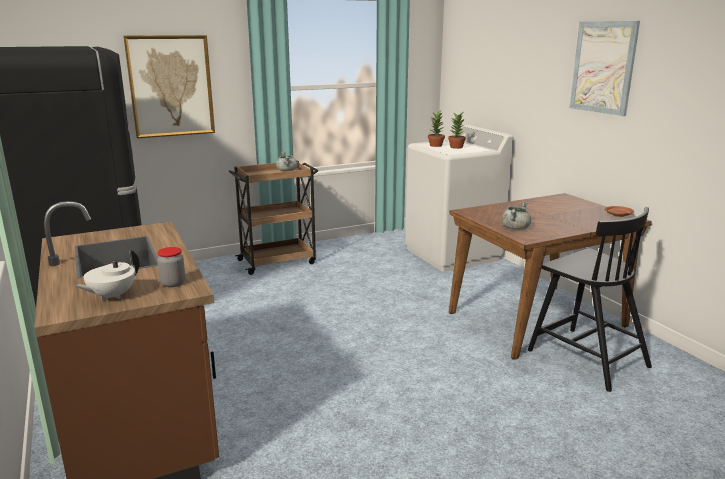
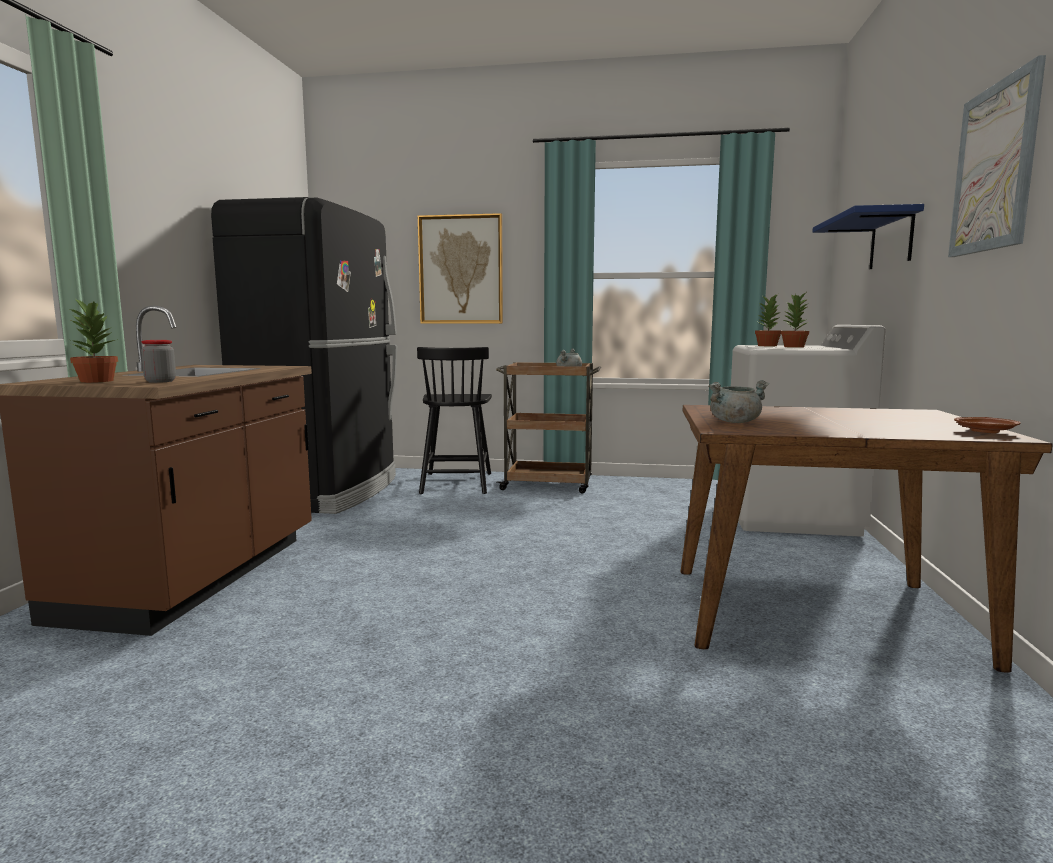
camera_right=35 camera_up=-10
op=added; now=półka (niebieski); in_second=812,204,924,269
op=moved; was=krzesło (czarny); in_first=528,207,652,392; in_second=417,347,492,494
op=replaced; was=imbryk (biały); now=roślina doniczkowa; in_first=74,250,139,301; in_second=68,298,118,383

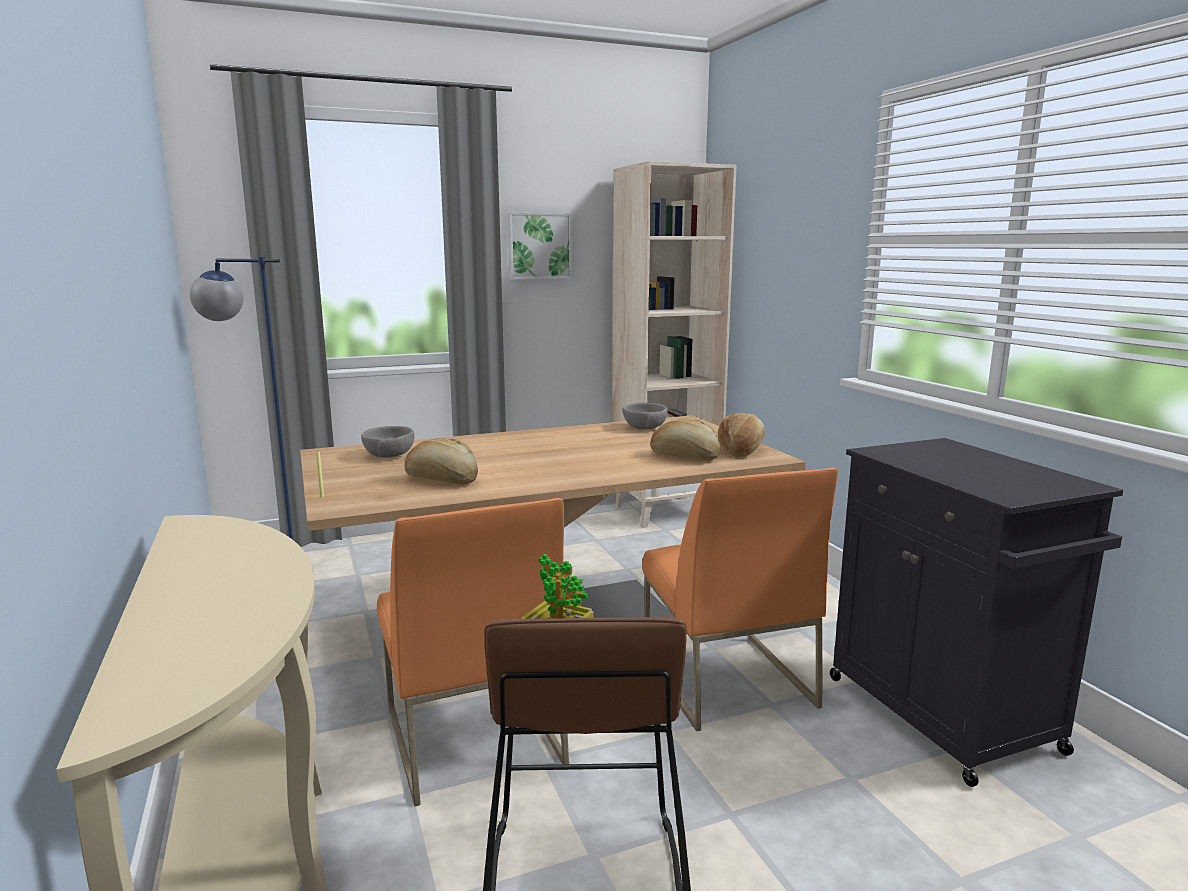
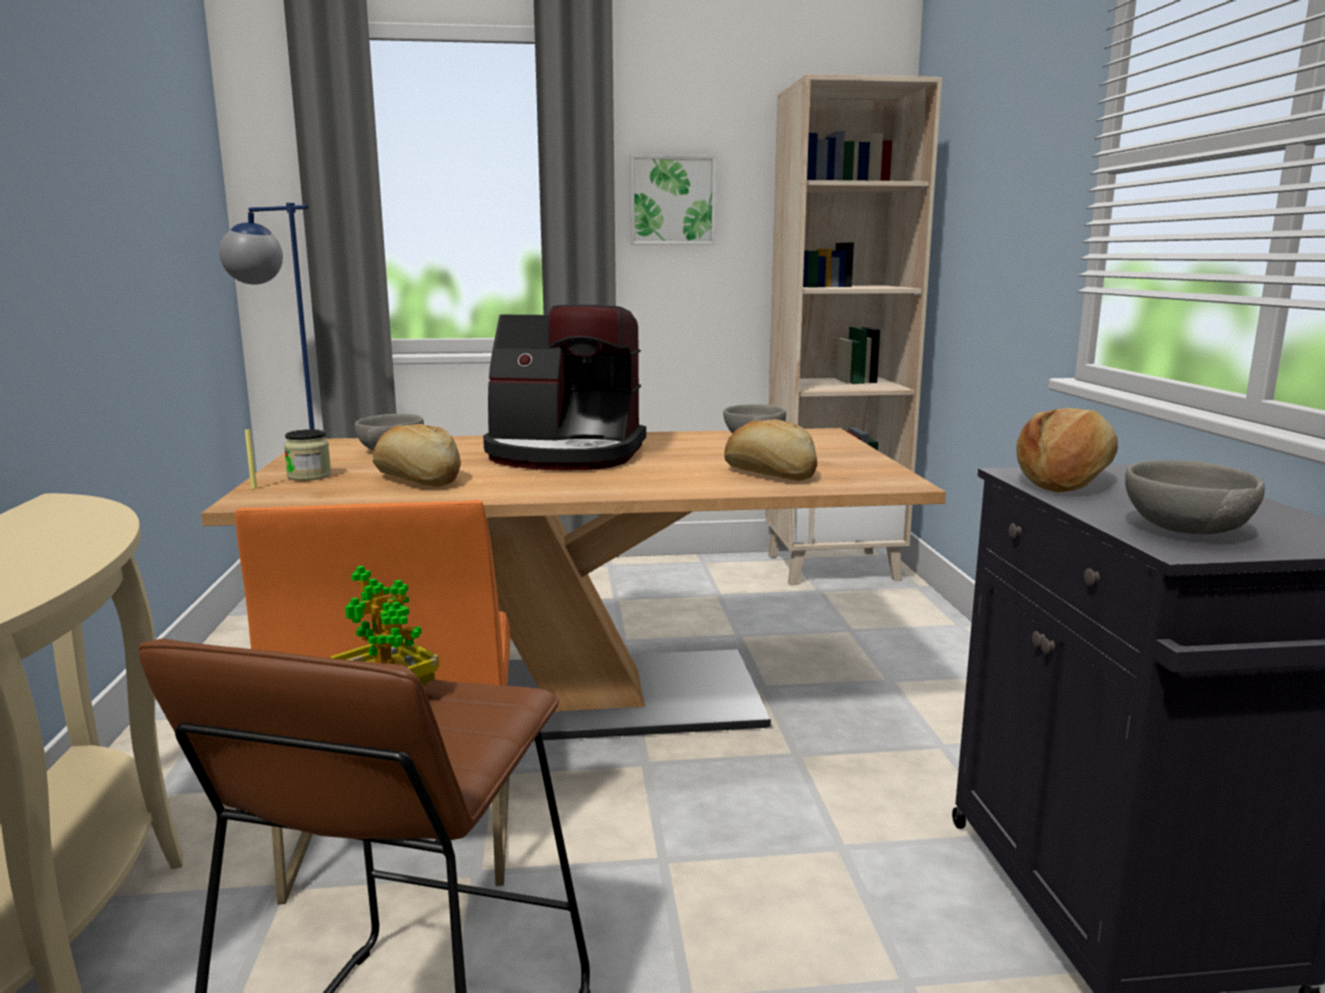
camera_right=15 camera_up=0
op=removed; was=krzesło (pomarańczowy); in_first=642,468,838,731
op=added; now=słoik; in_second=284,429,331,481
op=added; now=ekspres do kawy; in_second=483,304,646,470
op=added; now=miska (szary); in_second=1125,460,1265,534
op=moved; was=chleb; in_first=718,413,765,457; in_second=1016,408,1118,493

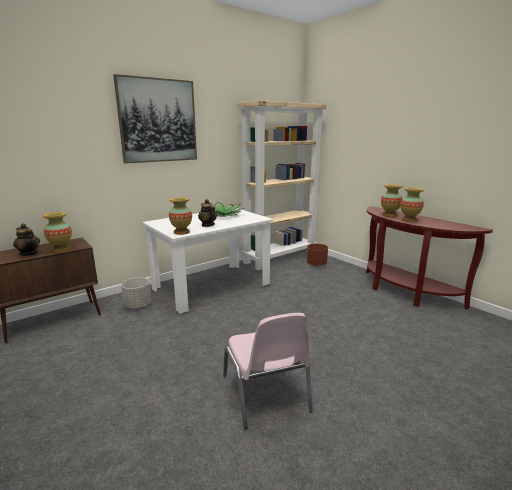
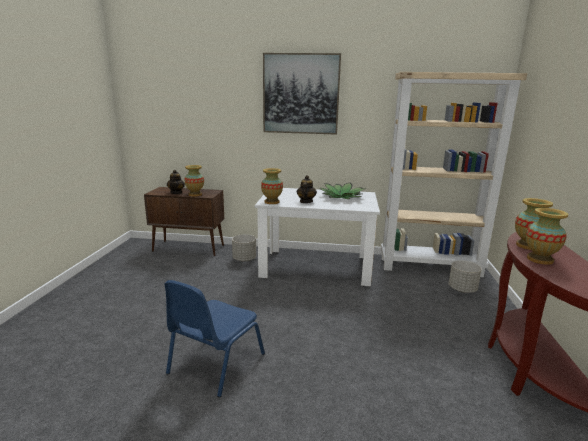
camera_right=45 camera_up=0
op=recoloured; was=krzesło (różowy); now=krzesło (niebieski); in_first=223,313,313,429; in_second=164,280,265,397
op=recoloured; was=donica (brązowy); now=donica (szary); in_first=307,244,328,266; in_second=449,260,482,293

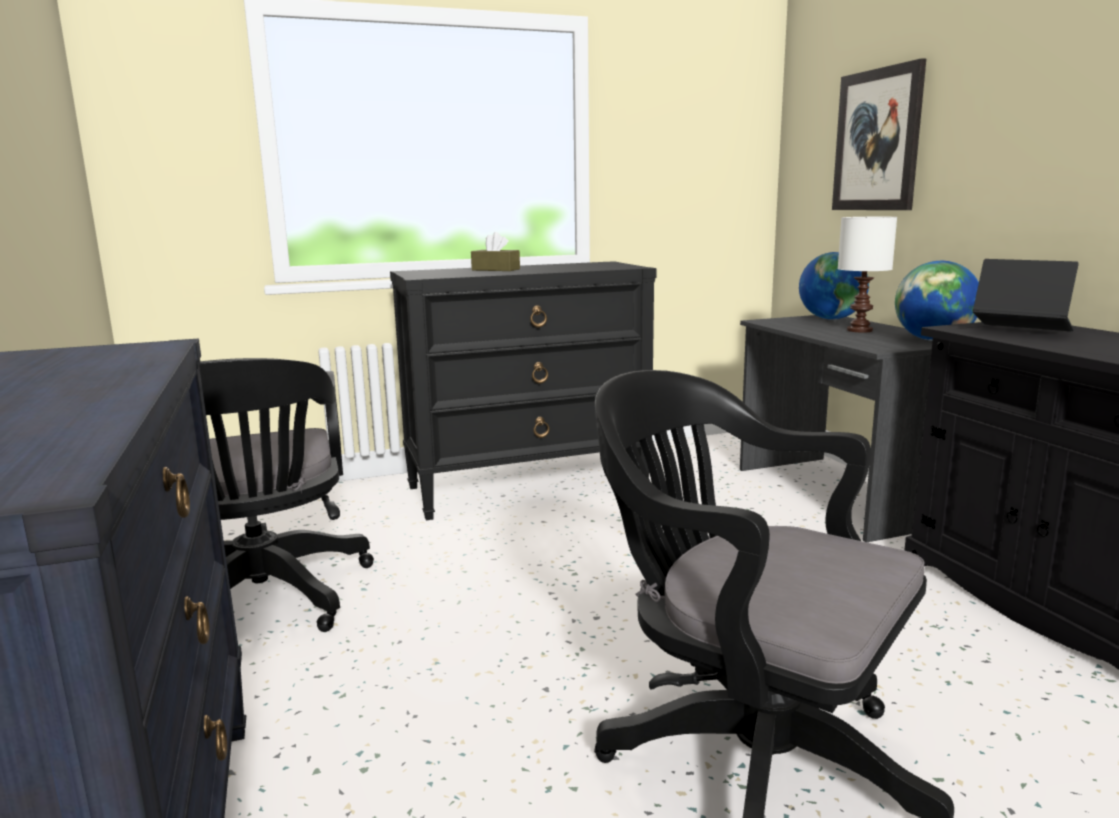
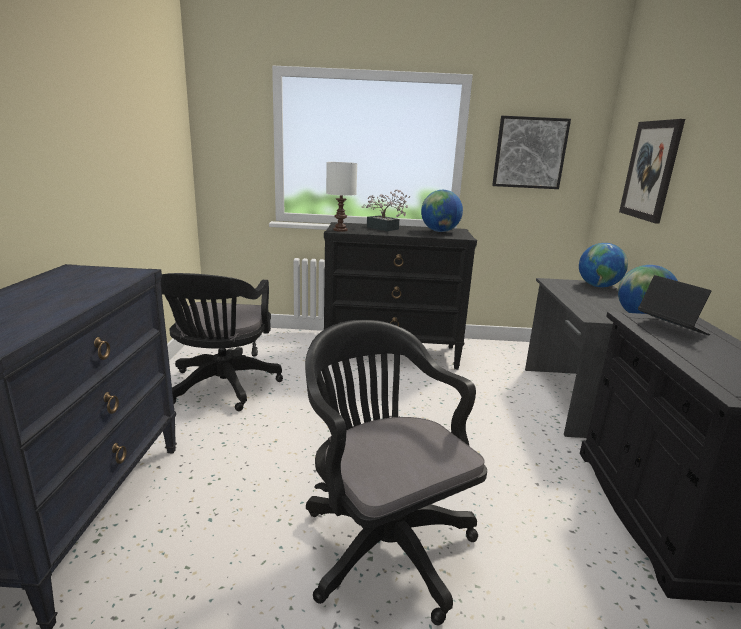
camera_right=20 camera_up=5
op=added; now=globus; in_second=421,190,463,232
op=added; now=obraz; in_second=492,116,571,189
op=moved; was=lampa stołowa (biały); in_first=838,217,897,333; in_second=326,162,357,232
op=replaced; was=pudełko chusteczek (brązowy); now=roślina doniczkowa; in_first=471,232,520,271; in_second=362,190,410,231

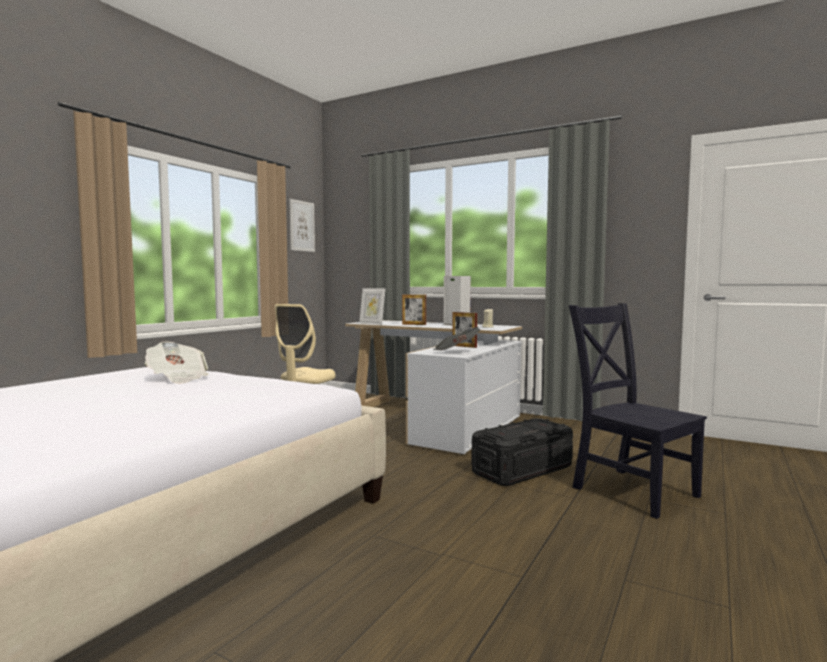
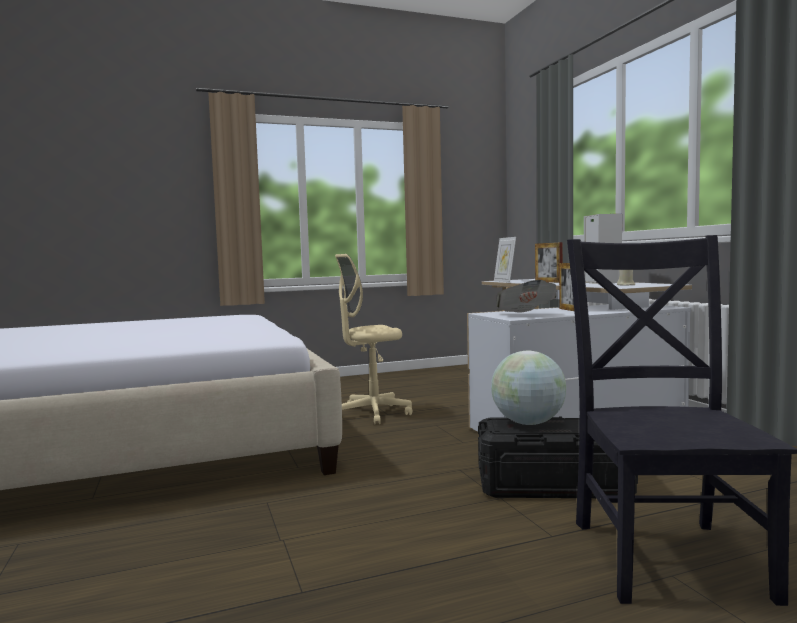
camera_right=40 camera_up=0
op=removed; was=gazeta; in_first=145,342,209,384
op=removed; was=obraz; in_first=289,199,315,252
op=added; now=globus; in_second=491,351,566,425

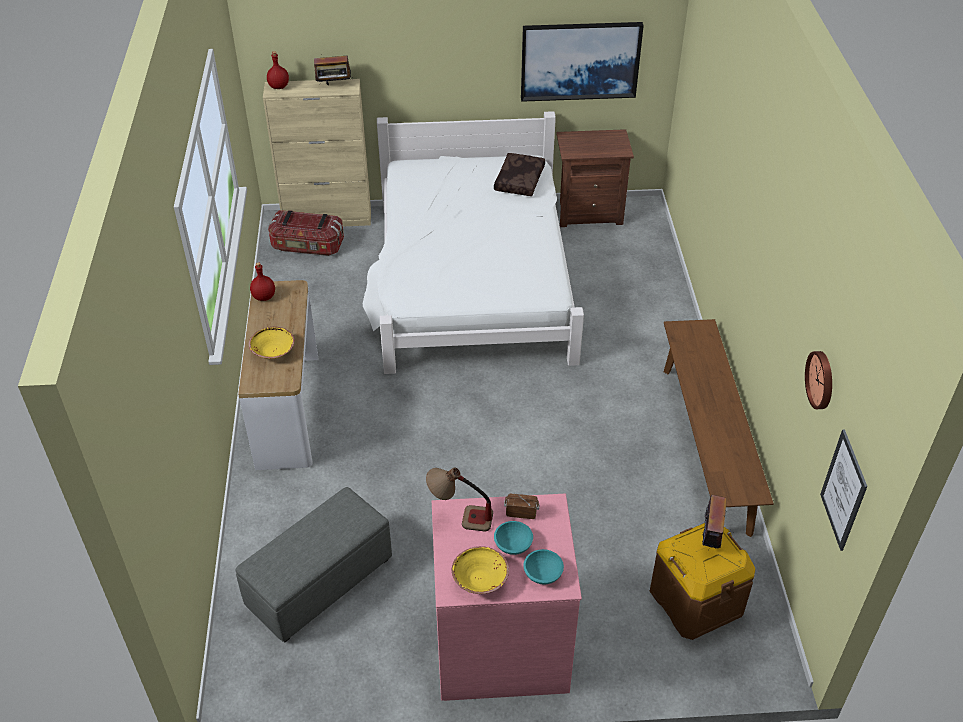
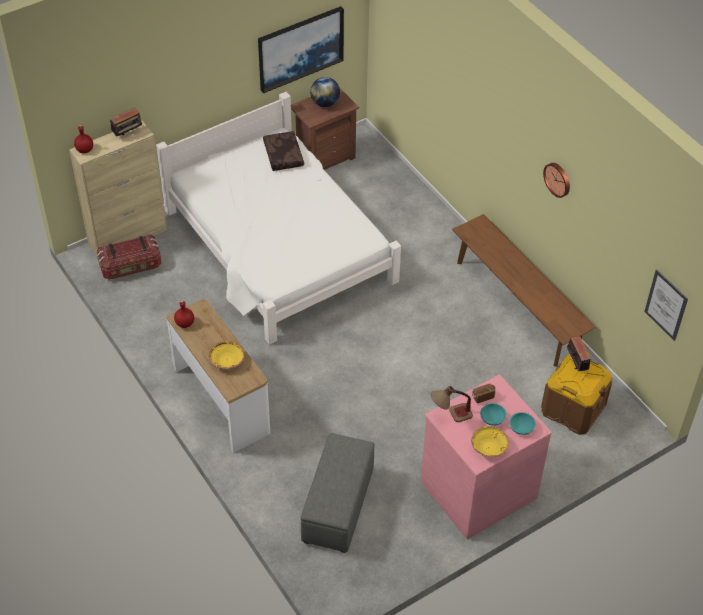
camera_right=-30 camera_up=5
op=added; now=globus; in_second=310,77,340,107
op=moved; was=zegar ścienny; in_first=805,351,832,409; in_second=543,163,570,198

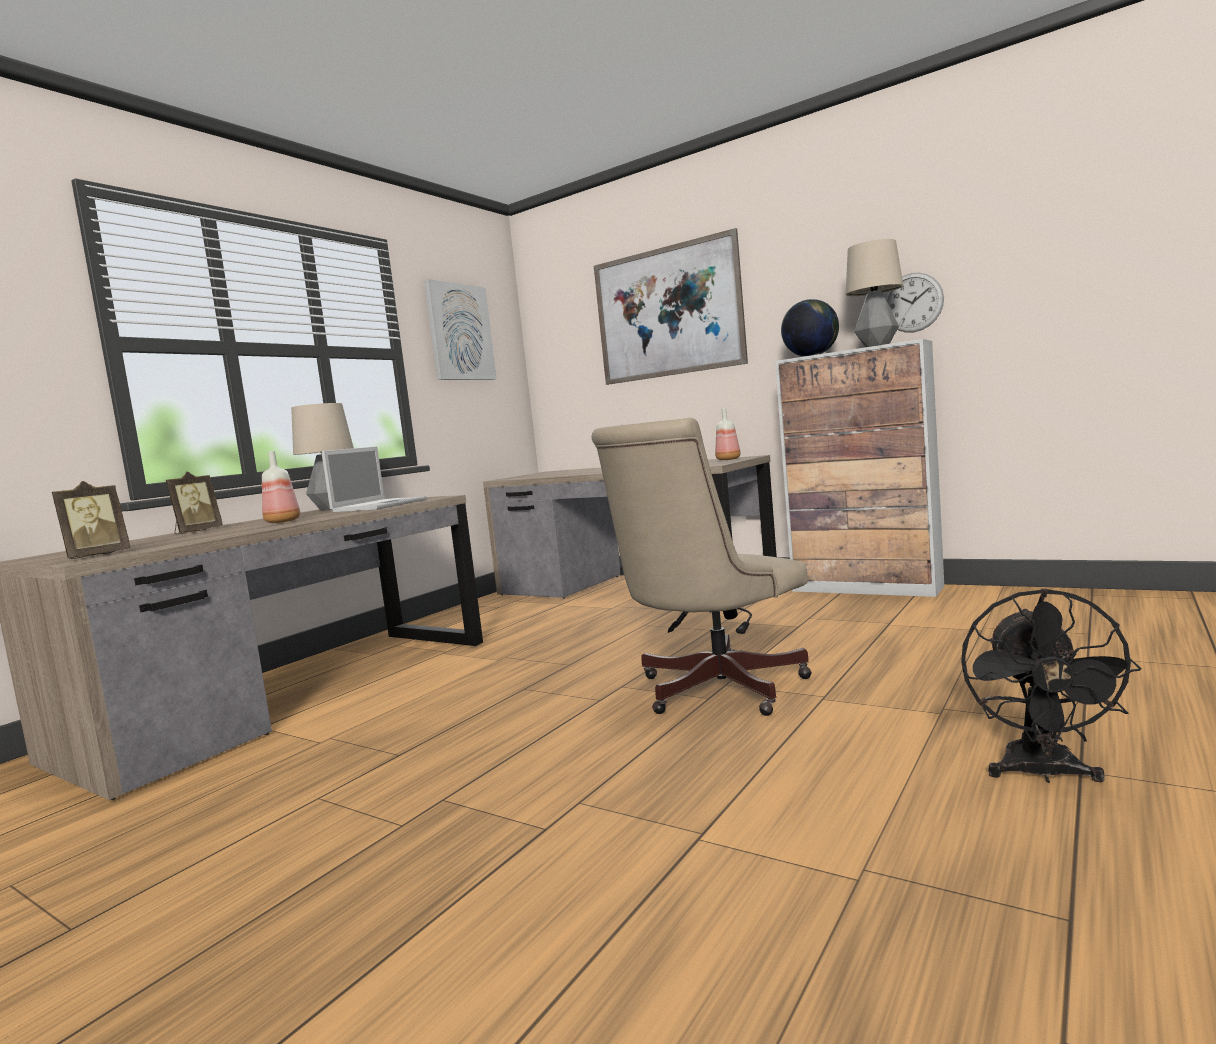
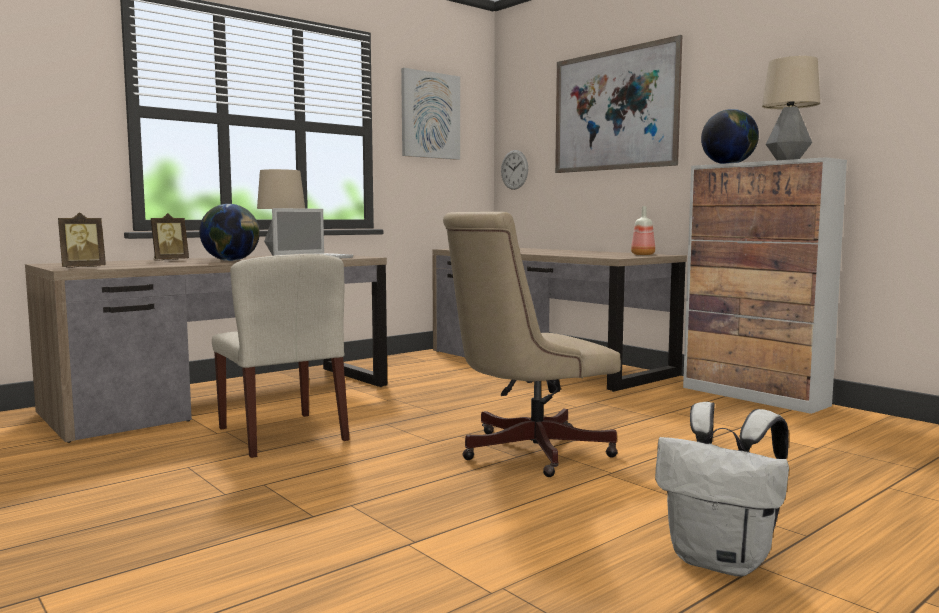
camera_right=15 camera_up=0
op=added; now=krzesło (beżowy); in_second=212,254,350,458
op=moved; was=zegar ścienny; in_first=885,273,944,333; in_second=501,150,528,190
op=replaced; was=butelka; now=globus; in_first=262,451,300,523; in_second=199,204,260,261
op=replaced; was=wentylator (czarny); now=plecak (biały); in_first=961,588,1141,783; in_second=655,402,789,576

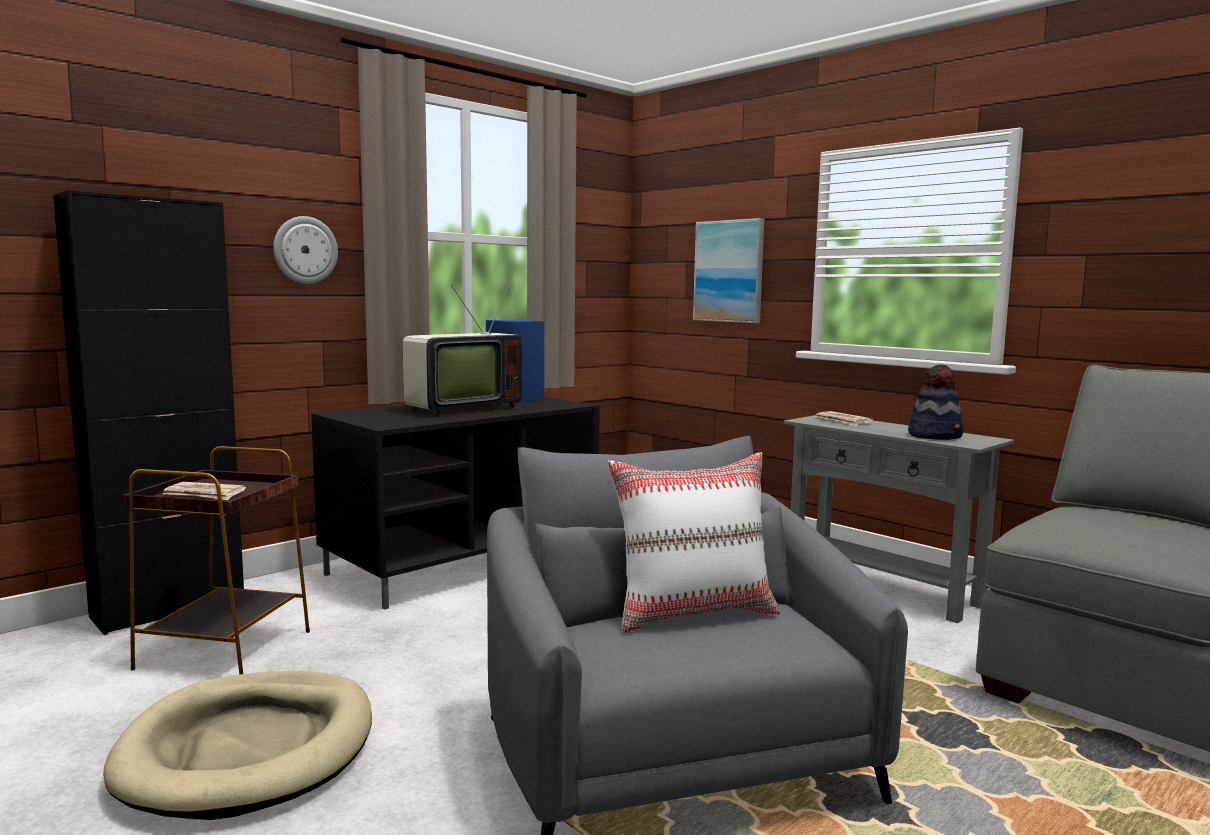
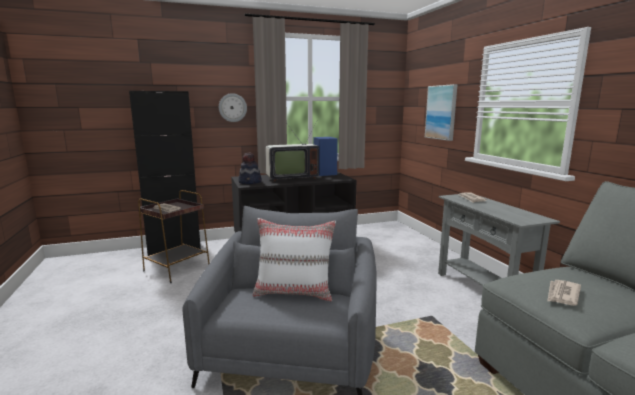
camera_right=25 camera_up=5
op=removed; was=legowisko (beżowy); in_first=103,671,372,820
op=added; now=gazeta; in_second=547,280,581,306
op=moved; was=kapelusz; in_first=908,364,964,440; in_second=238,152,262,184

